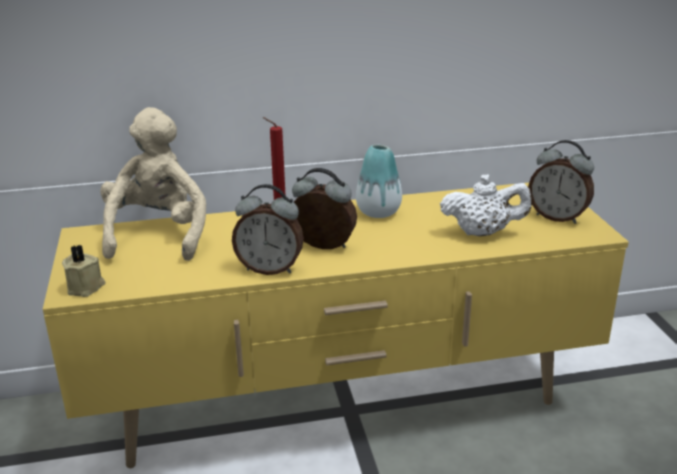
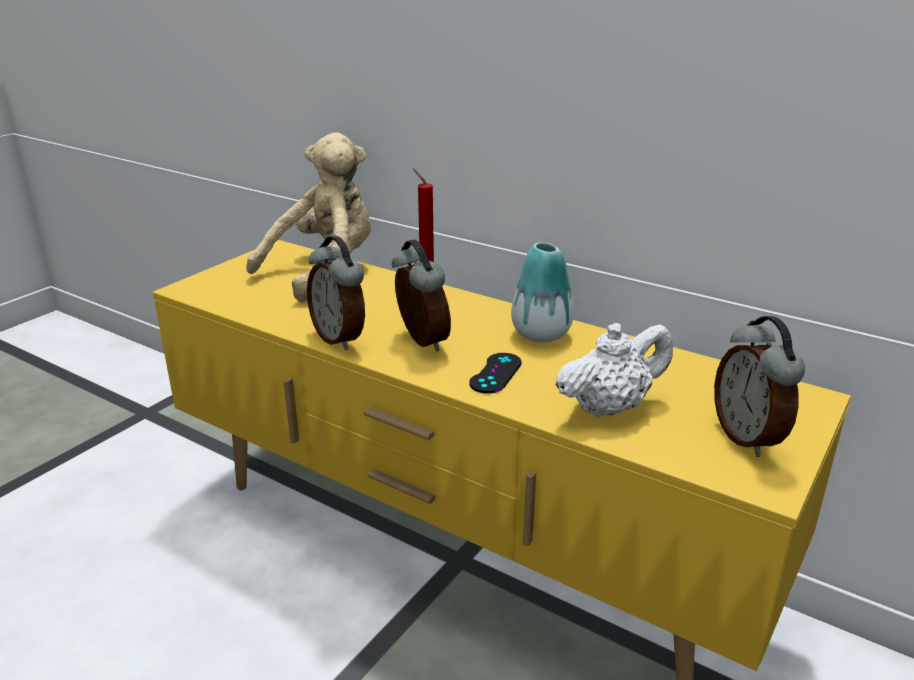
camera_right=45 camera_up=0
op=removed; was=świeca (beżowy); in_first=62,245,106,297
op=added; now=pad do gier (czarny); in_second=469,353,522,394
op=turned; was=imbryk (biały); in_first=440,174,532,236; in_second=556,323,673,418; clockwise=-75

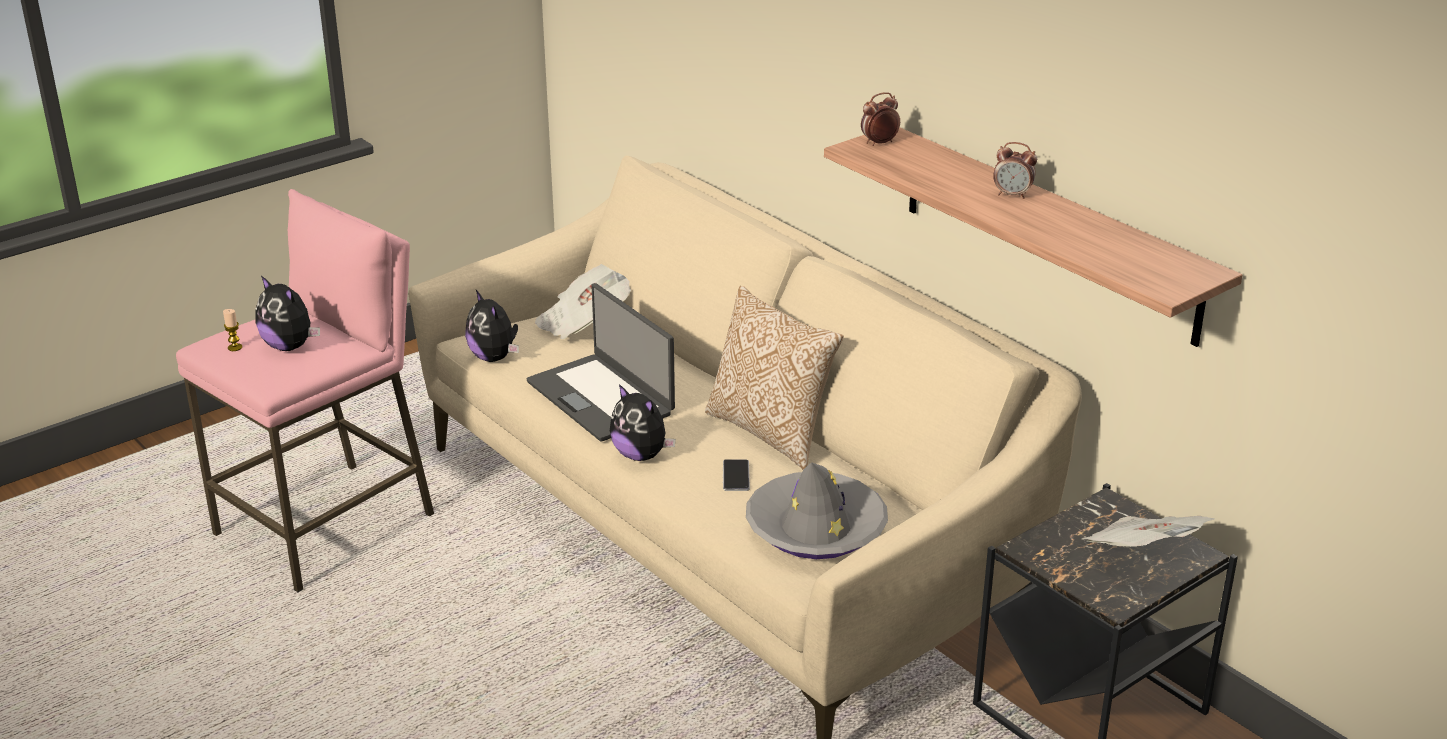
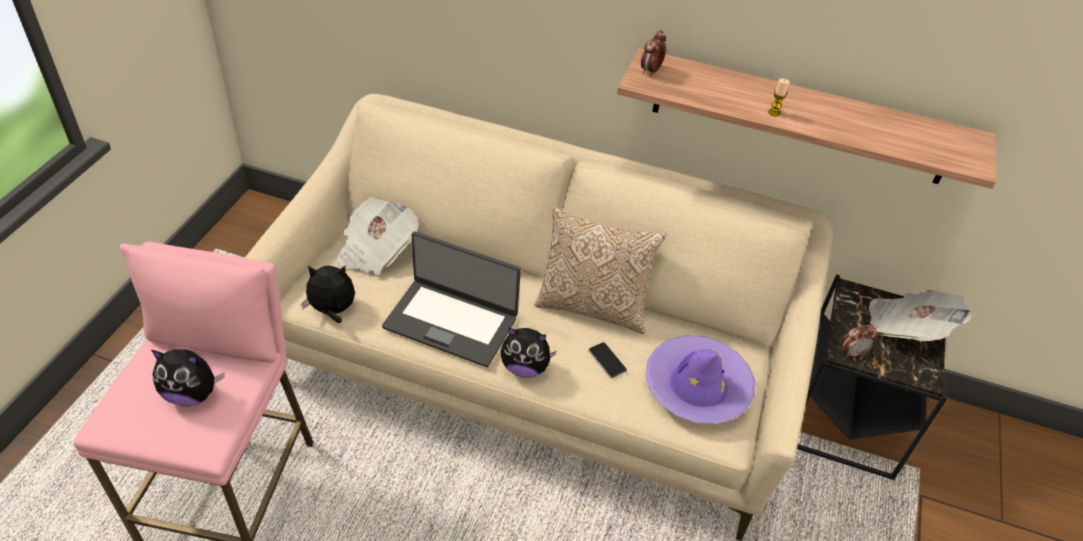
camera_right=-35 camera_up=15
op=moved; was=świeca; in_first=223,309,242,351; in_second=768,79,789,117
op=moved; was=budzik; in_first=993,142,1037,199; in_second=841,325,877,357
op=recoloured; was=kapelusz (szary); now=kapelusz (fioletowy); in_first=746,462,888,559; in_second=645,336,755,424
op=turned; was=pluszak; in_first=465,290,519,362; in_second=301,266,355,323; clockwise=150

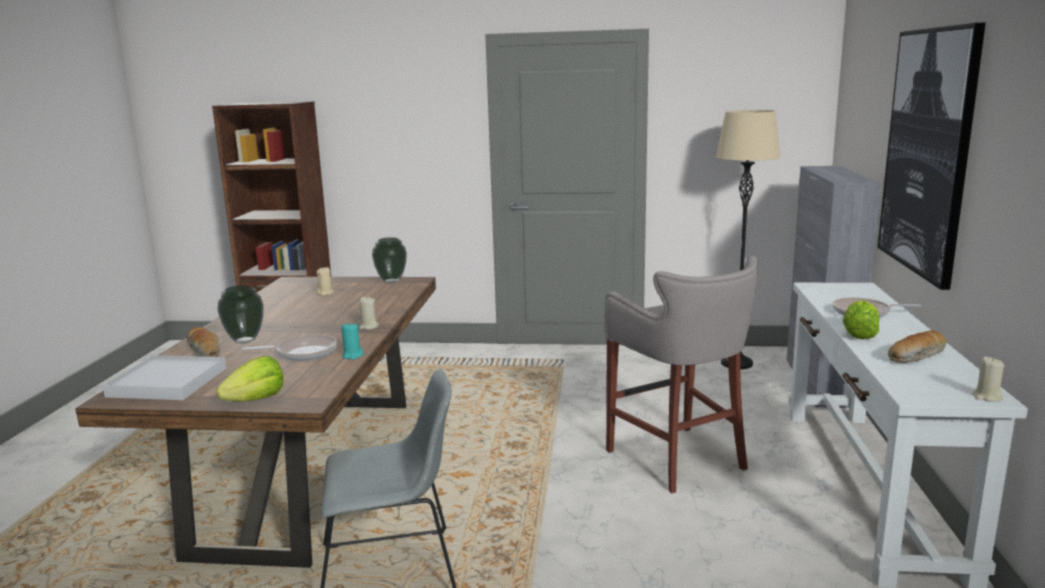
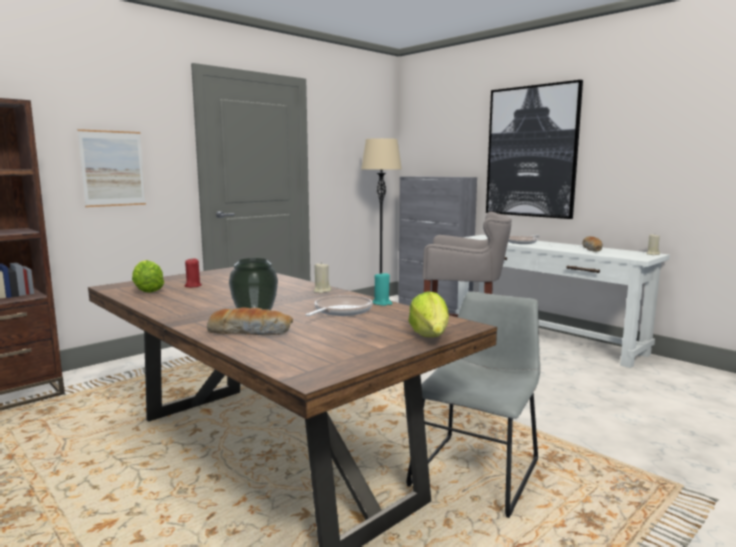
camera_right=-50 camera_up=-5
op=removed; was=taca (biały); in_first=102,355,226,400
op=removed; was=wazon; in_first=372,237,407,283
op=added; now=obraz; in_second=78,129,146,207
op=moved; was=sałata; in_first=842,300,880,339; in_second=132,260,164,293
op=recoloured; was=świeca (beżowy); now=świeca (czerwony); in_first=317,267,334,295; in_second=185,258,202,288

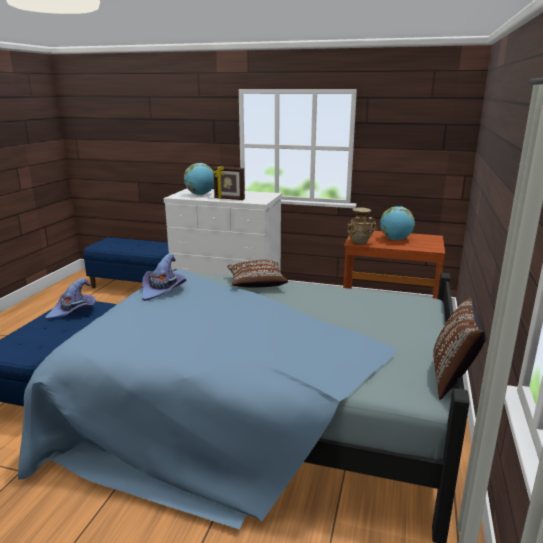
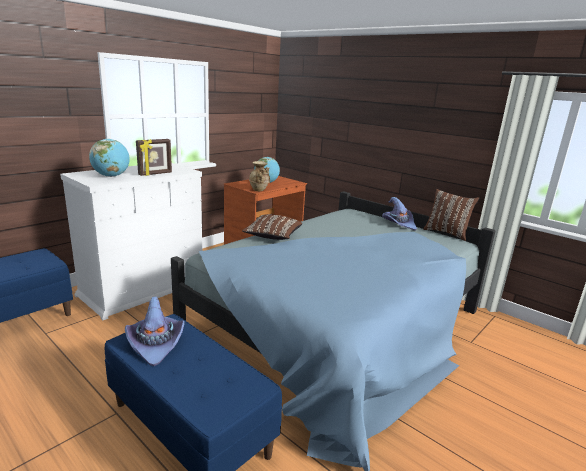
camera_right=-65 camera_up=0
op=moved; was=kapelusz (fioletowy); in_first=142,254,187,301; in_second=382,197,417,231

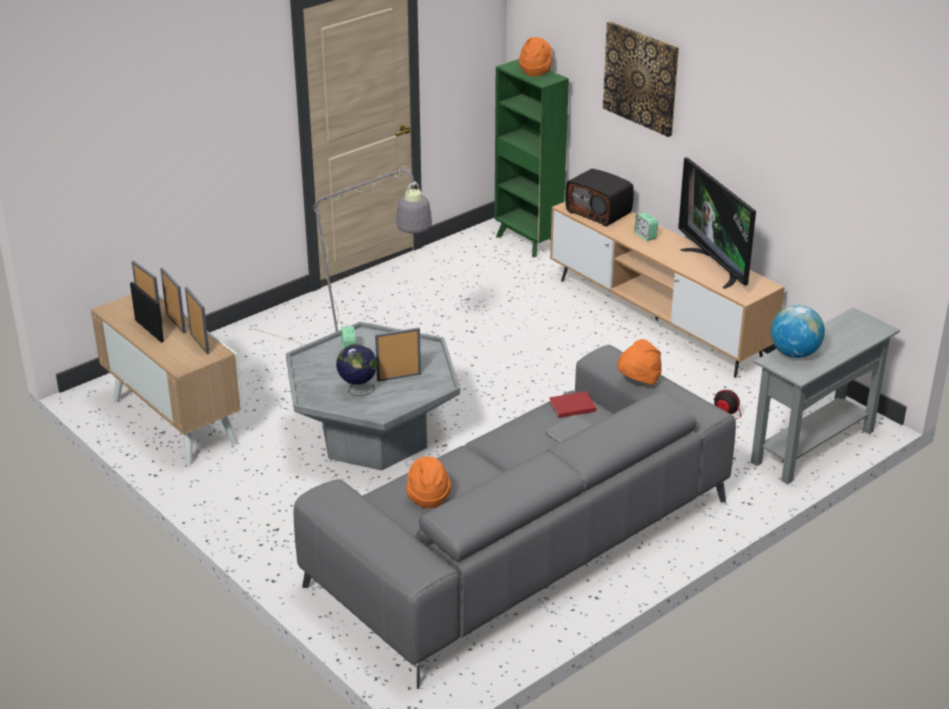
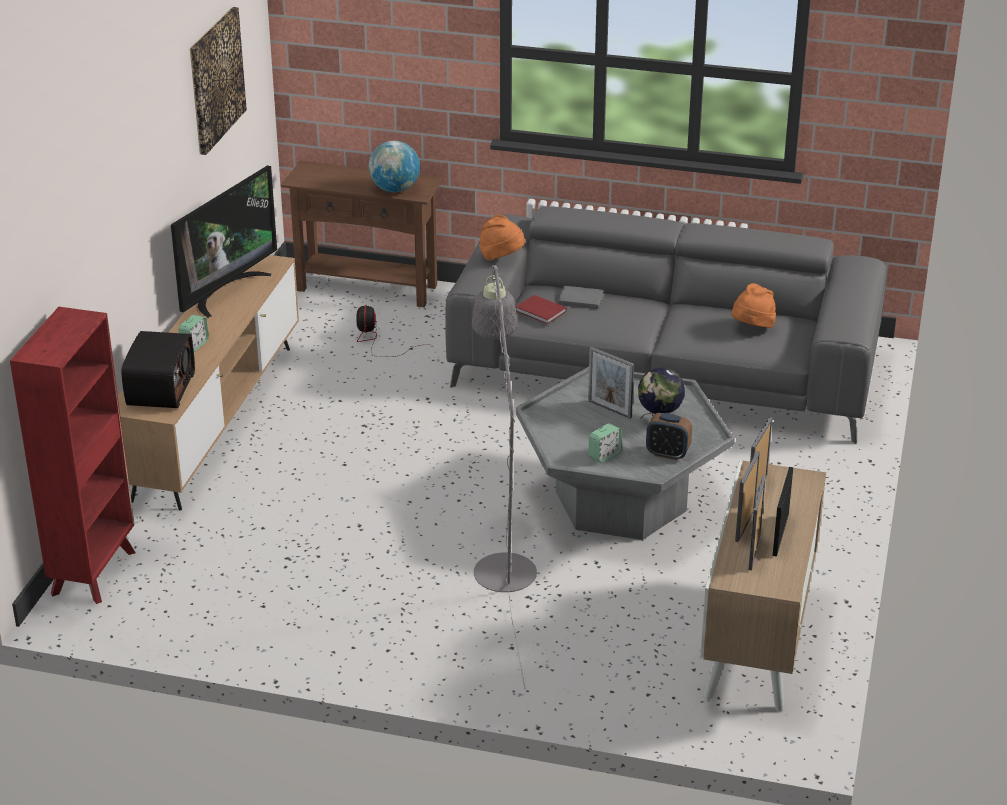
camera_right=-125 camera_up=0
op=removed; was=kapelusz (pomarańczowy); in_first=519,37,552,77
op=added; now=budzik; in_second=646,413,692,460
op=moved; was=obraz; in_first=603,21,679,137; in_second=190,7,247,155
op=recoloured; was=regał (zielony); now=regał (czerwony); in_first=494,59,569,257; in_second=10,307,136,604
op=recoloured; was=stolik konsolowy (szary); now=stolik konsolowy (brązowy); in_first=751,308,900,484; in_second=281,161,443,307

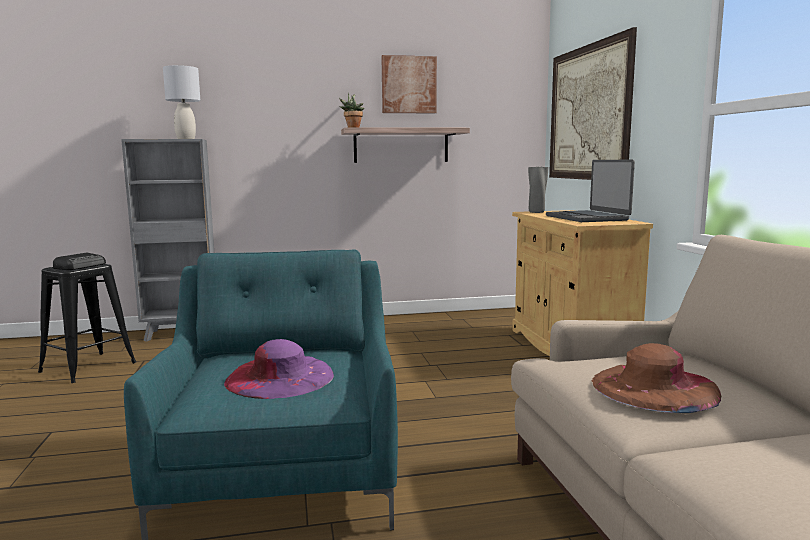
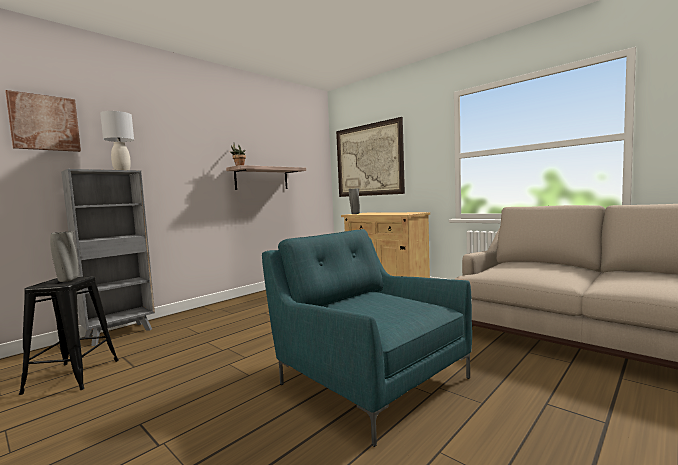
camera_right=-35 camera_up=-5
op=removed; was=kapelusz (fioletowy); in_first=224,339,334,399
op=removed; was=laptop; in_first=546,160,635,222
op=removed; was=kapelusz (brązowy); in_first=591,343,721,413
op=moved; was=obraz; in_first=381,55,437,113; in_second=5,90,81,152
op=replaced; was=radio; now=wazon (szary); in_first=53,253,106,270; in_second=50,231,78,282

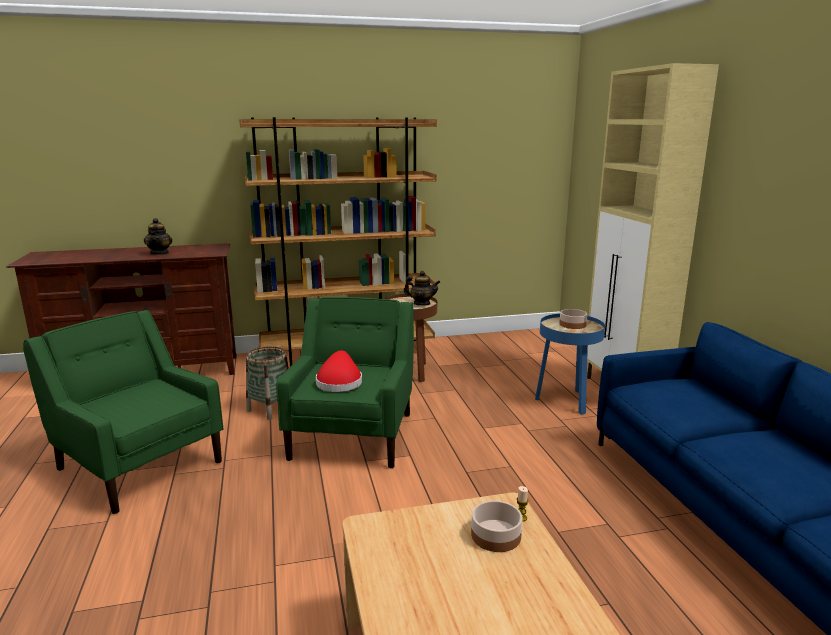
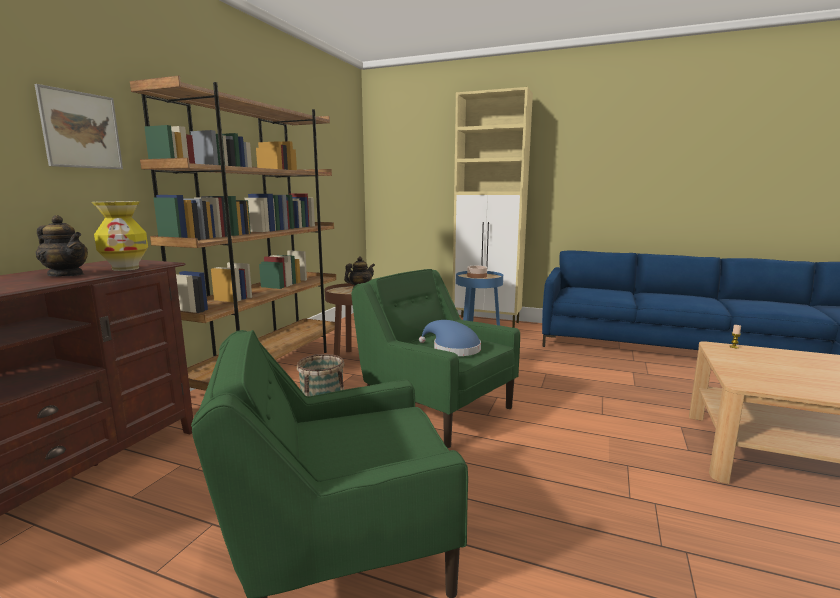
camera_right=-55 camera_up=-5
op=removed; was=miska; in_first=471,500,523,552
op=added; now=obraz; in_second=35,84,123,169
op=added; now=wazon; in_second=92,201,148,271
op=recoloured; was=kapelusz (czerwony); now=kapelusz (niebieski); in_first=316,350,362,392; in_second=419,320,481,356

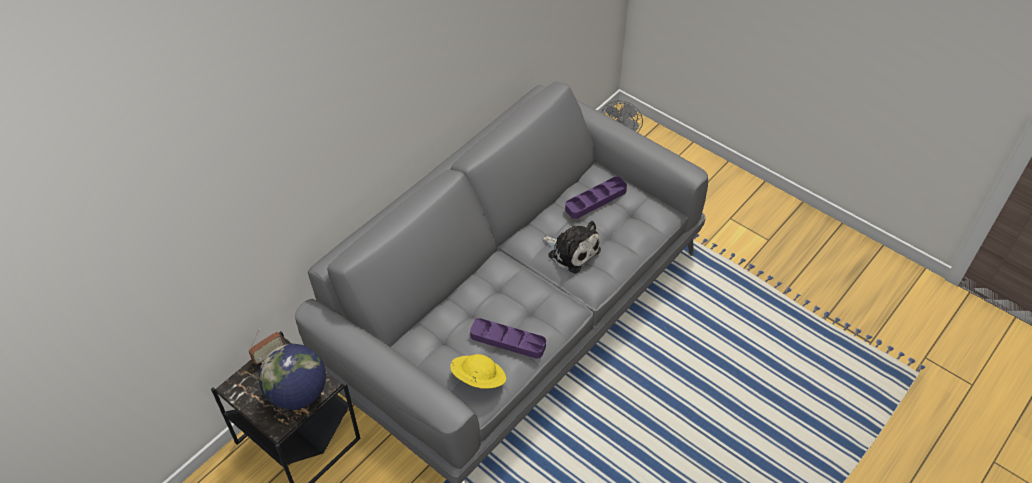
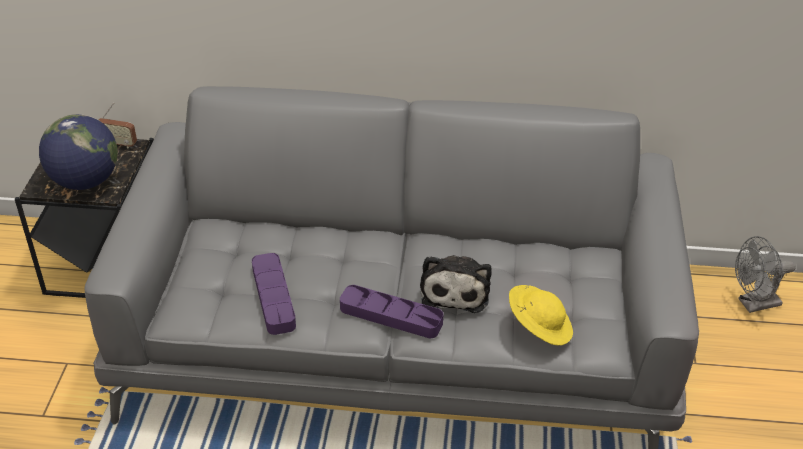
camera_right=55 camera_up=-10
op=moved; was=kapelusz (żółty); in_first=450,354,506,389; in_second=509,285,573,345
op=moved; was=taca (fioletowy); in_first=565,176,627,219; in_second=340,285,443,338

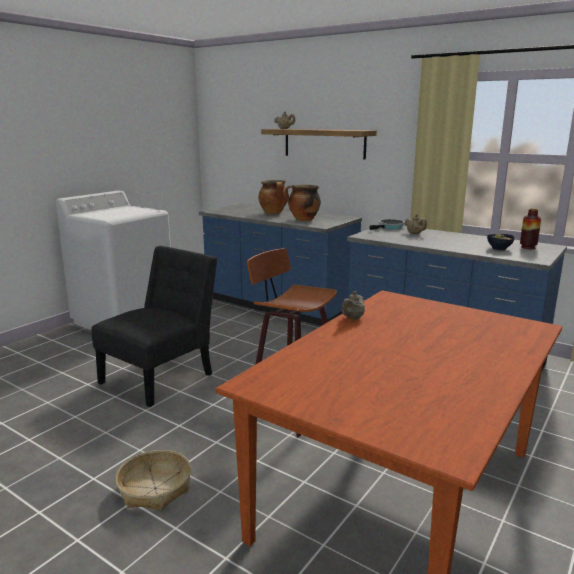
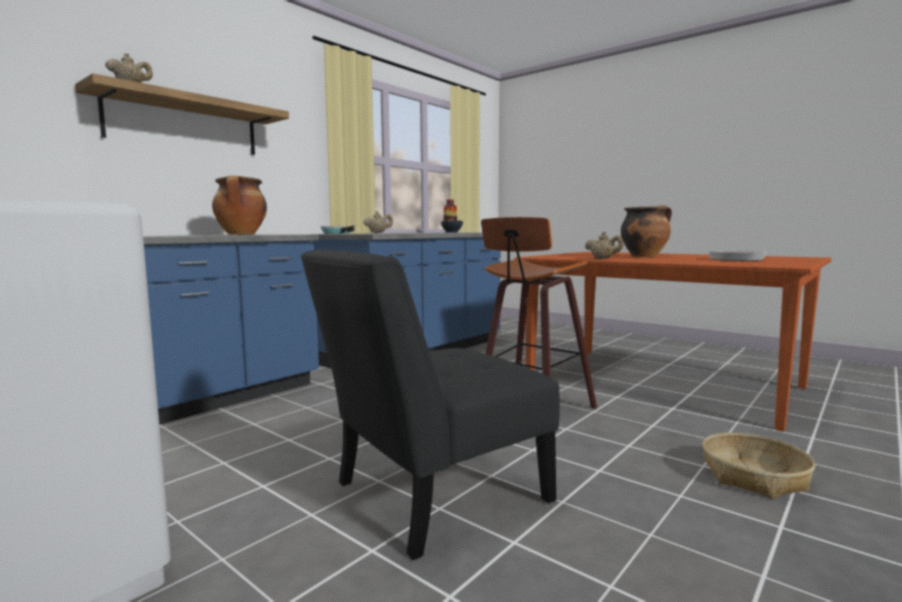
camera_right=-85 camera_up=-10
op=added; now=patelnia; in_second=707,250,767,261
op=moved; was=garnek; in_first=258,180,287,214; in_second=621,205,672,257
op=turned; was=krzesło (czarny); in_first=91,246,218,407; in_second=301,250,560,560; clockwise=-75

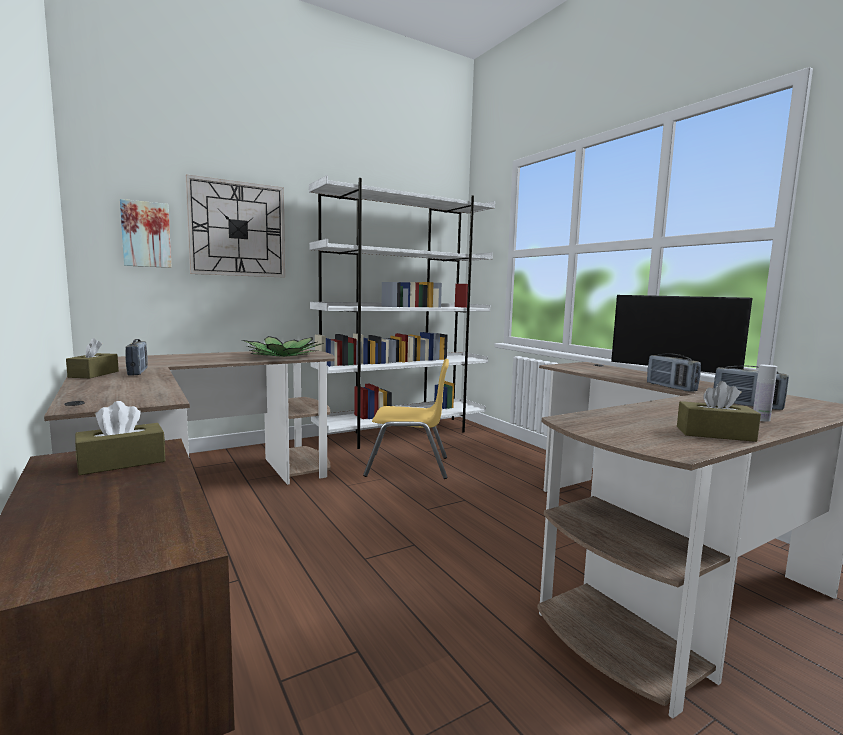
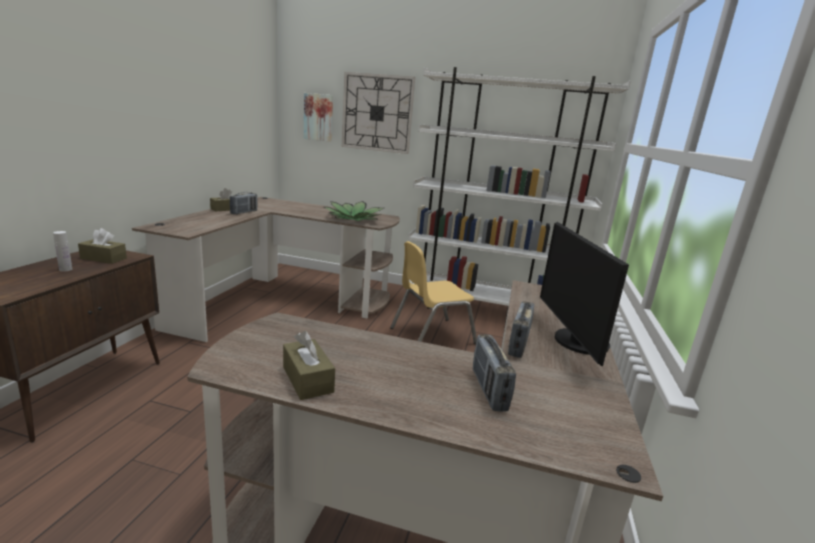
camera_right=45 camera_up=10
op=moved; was=butelka (biały); in_first=753,365,777,422; in_second=53,231,72,272
op=turned; was=krzesło (żółty); in_first=363,358,449,479; in_second=390,241,477,344; clockwise=105

